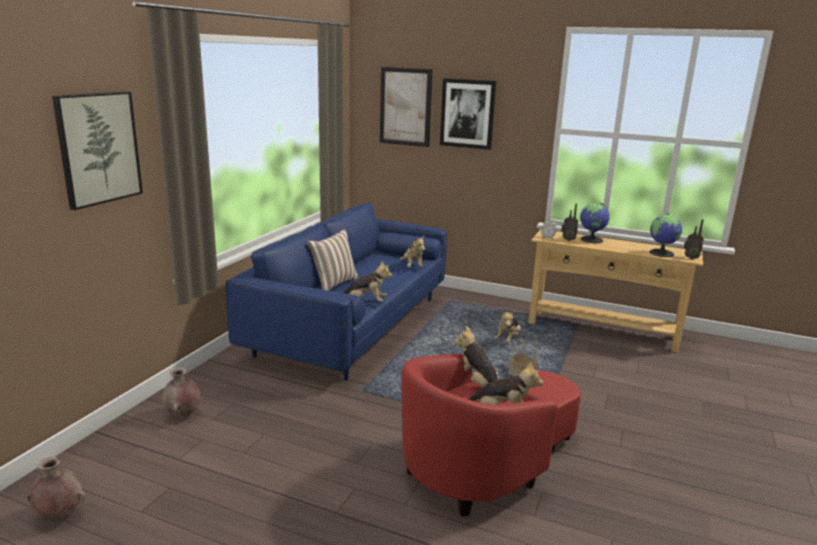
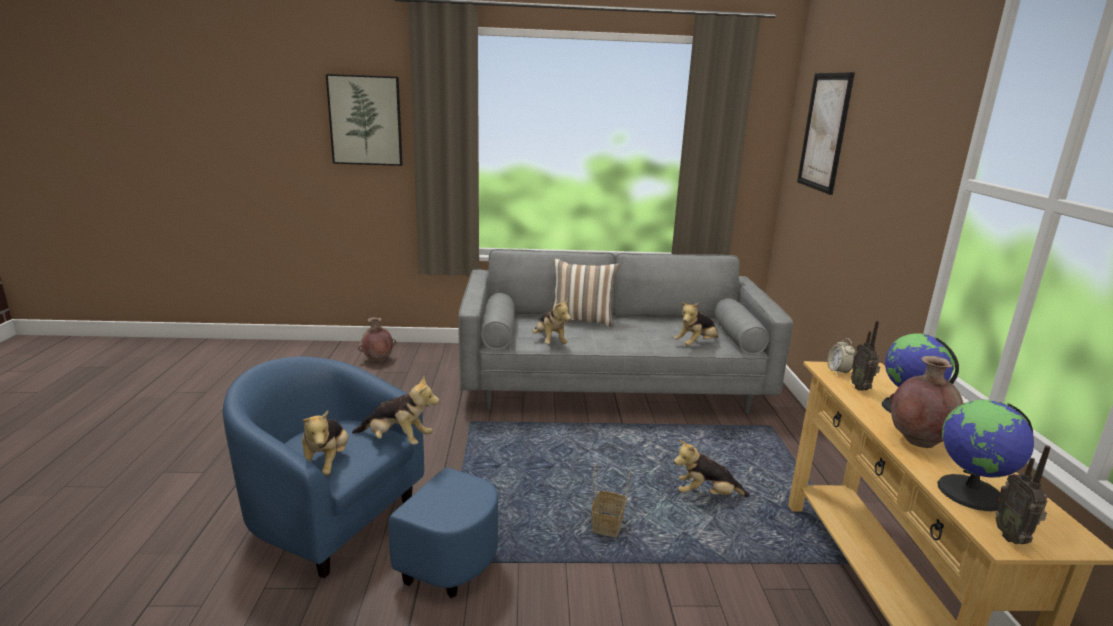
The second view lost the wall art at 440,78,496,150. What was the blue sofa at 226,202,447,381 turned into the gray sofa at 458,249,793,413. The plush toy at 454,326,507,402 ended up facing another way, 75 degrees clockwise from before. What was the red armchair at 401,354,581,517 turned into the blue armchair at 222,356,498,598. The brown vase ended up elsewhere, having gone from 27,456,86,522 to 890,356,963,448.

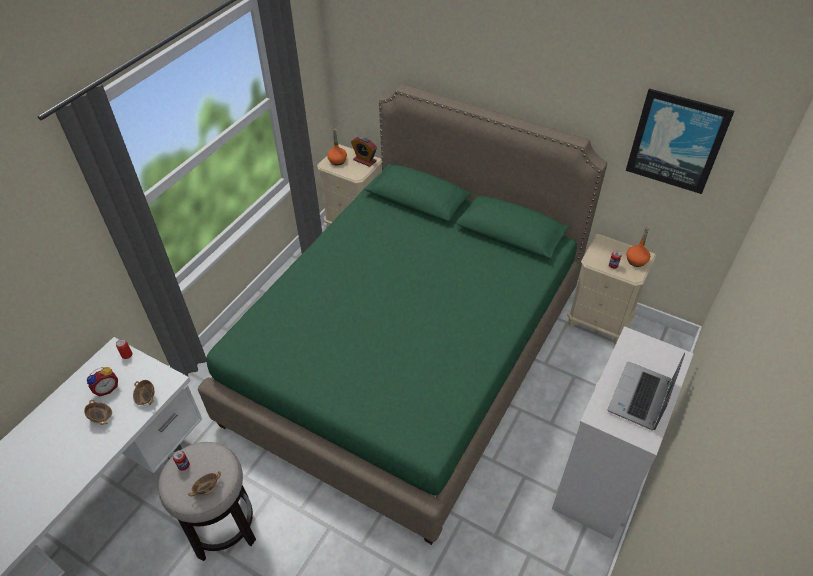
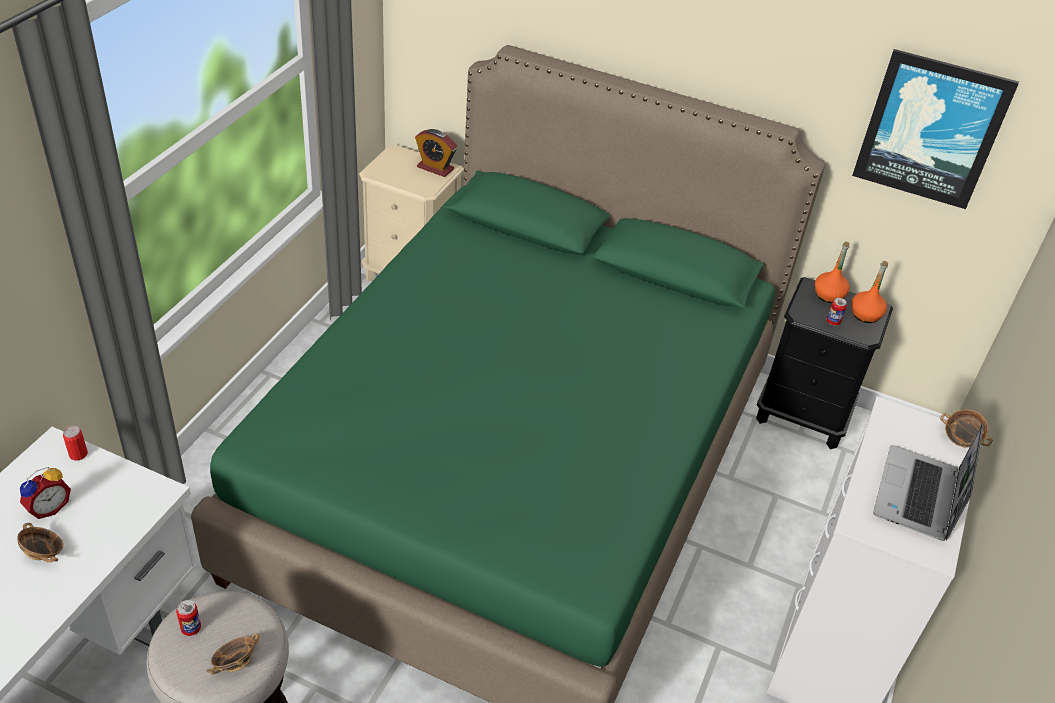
The orange-coloured drink bottle ended up elsewhere, having gone from 327,128,347,165 to 815,242,850,303. What was the beige-coloured bedside table at 567,234,656,345 turned into the black bedside table at 756,277,893,449. The bowl ended up elsewhere, having gone from 133,380,154,405 to 940,409,993,448.

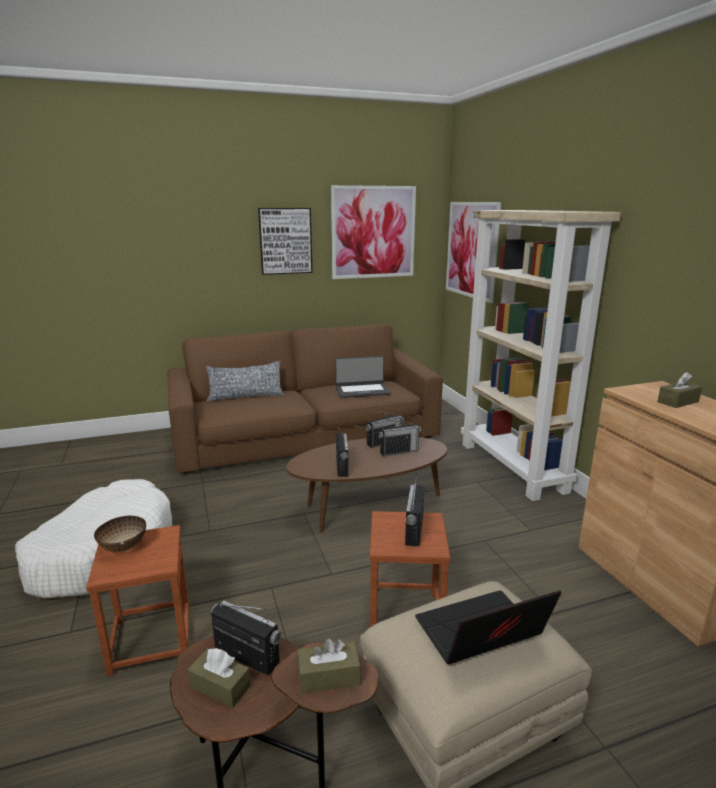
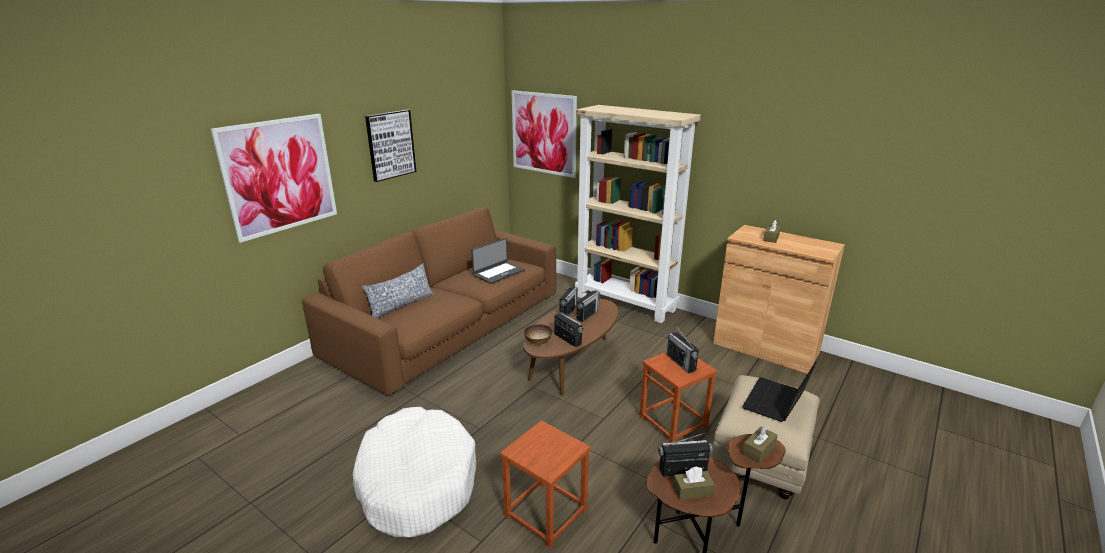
The wall art ended up elsewhere, having gone from 331,185,416,279 to 210,114,337,243. The bowl ended up elsewhere, having gone from 94,516,146,552 to 524,324,552,345.

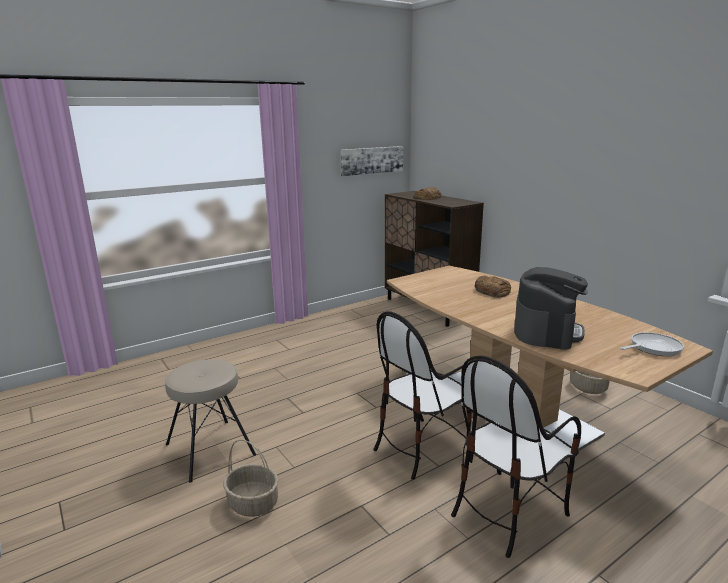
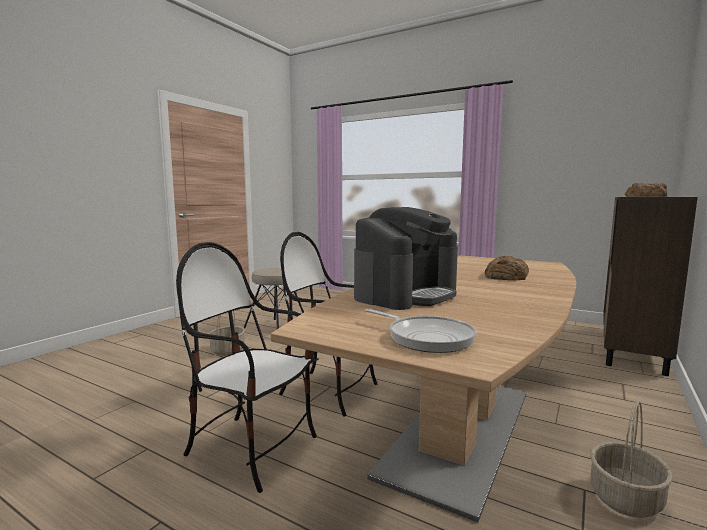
The second view lost the wall art at 340,146,403,176. The coffee machine at 514,267,588,350 ended up facing another way, 45 degrees counterclockwise from before.

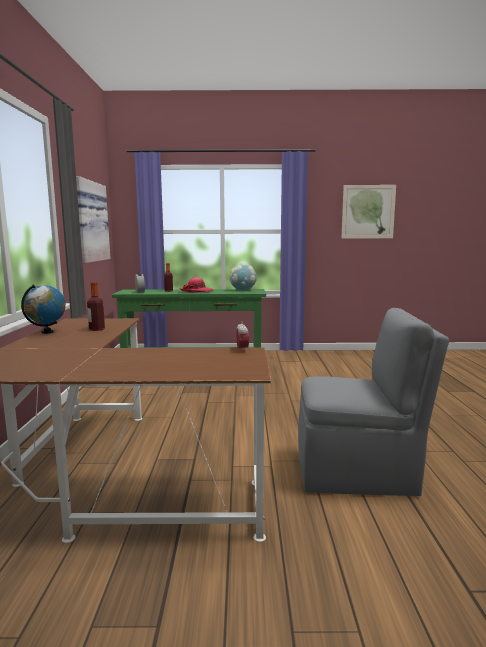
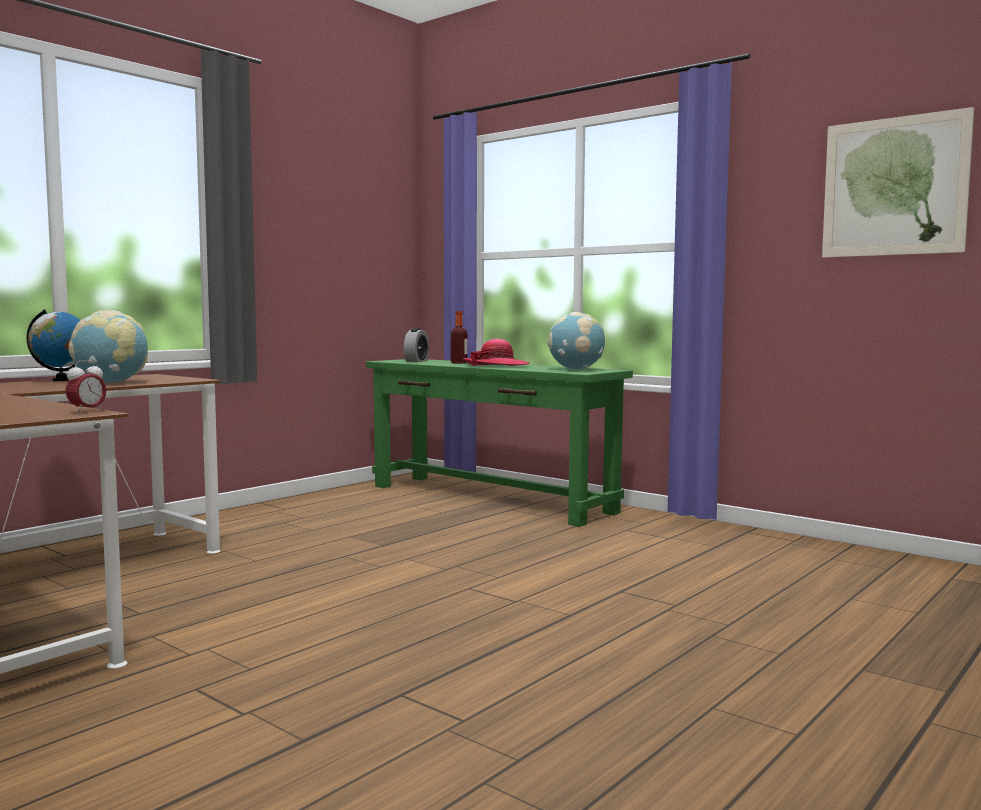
The second view lost the wall art at 76,176,110,263. Where the drink bottle stood at 87,282,105,331, the globe came to stand at 68,310,148,383. The second view lost the gray chair at 298,308,449,496.

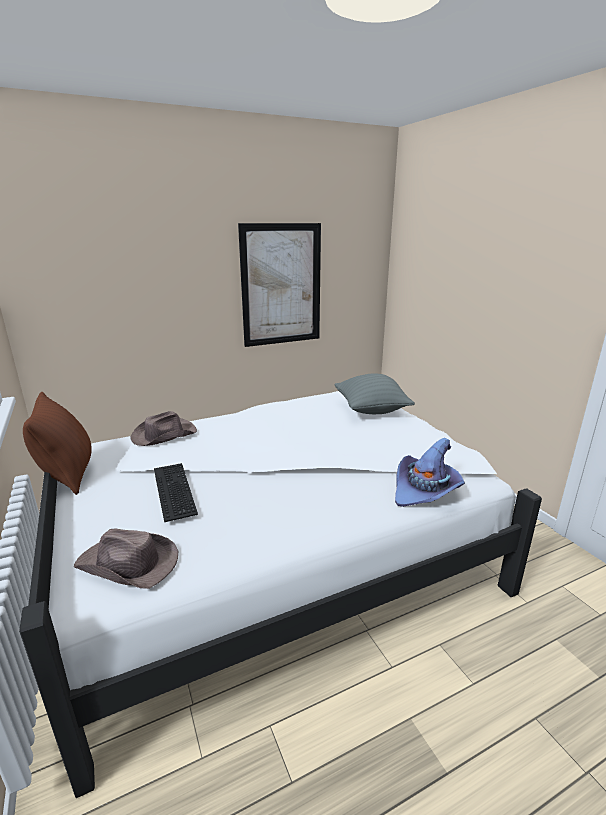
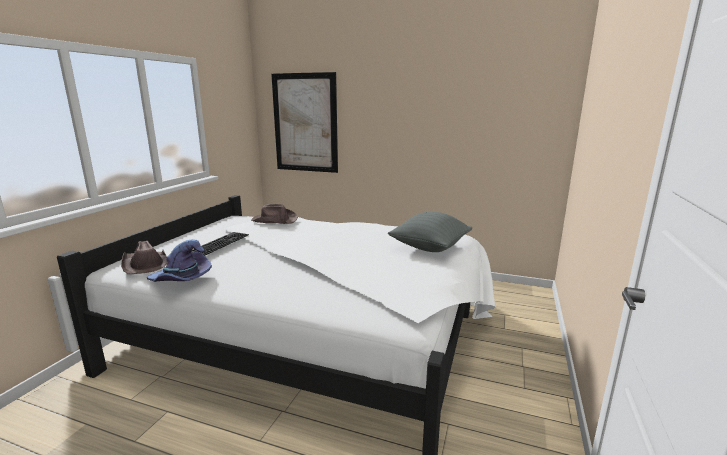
The wall art ended up elsewhere, having gone from 238,223,321,347 to 271,72,338,173. The second view lost the brown throw pillow at 23,392,92,495. The purple-coloured clothing hat ended up elsewhere, having gone from 395,438,465,507 to 147,239,212,282.

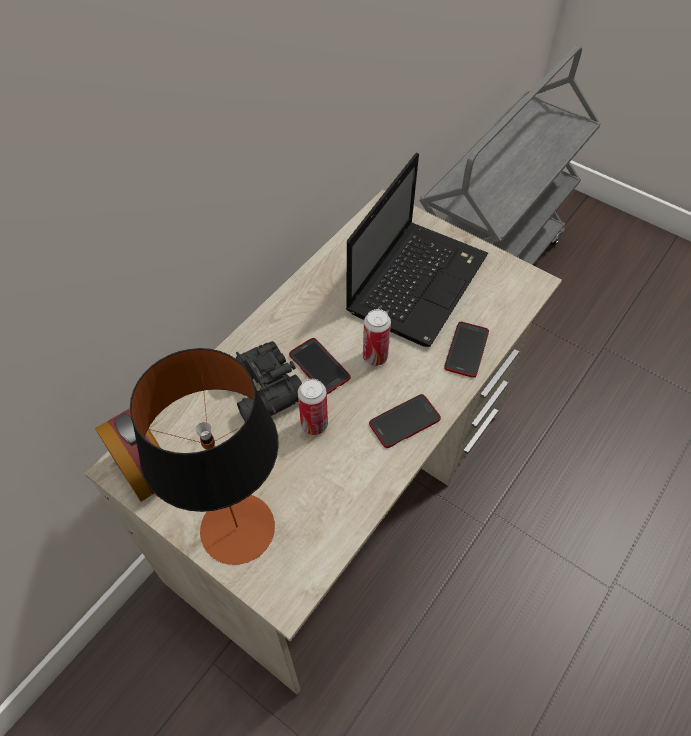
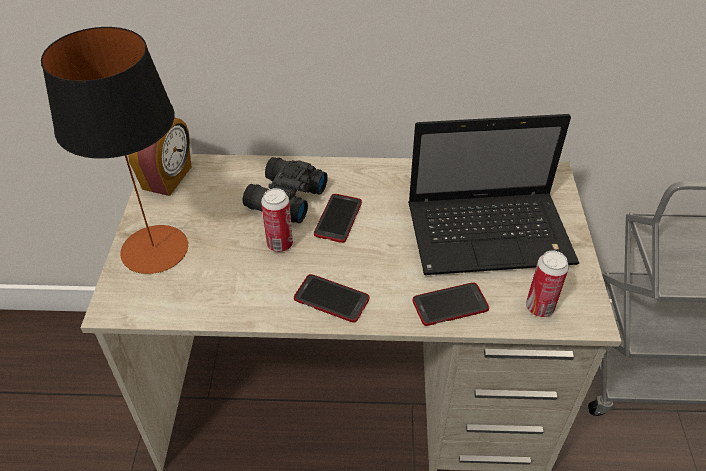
The metal can ended up elsewhere, having gone from 363,309,391,366 to 526,251,569,317.

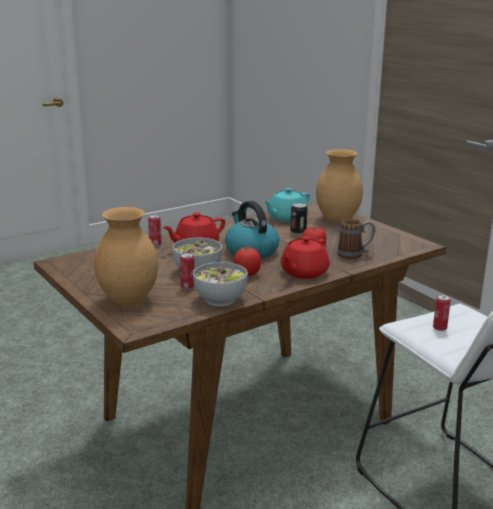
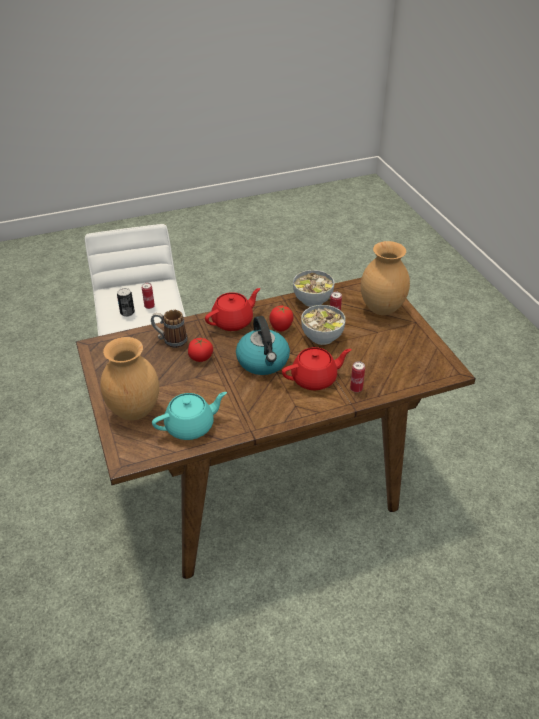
The metal can ended up elsewhere, having gone from 290,203,307,235 to 117,288,135,317.

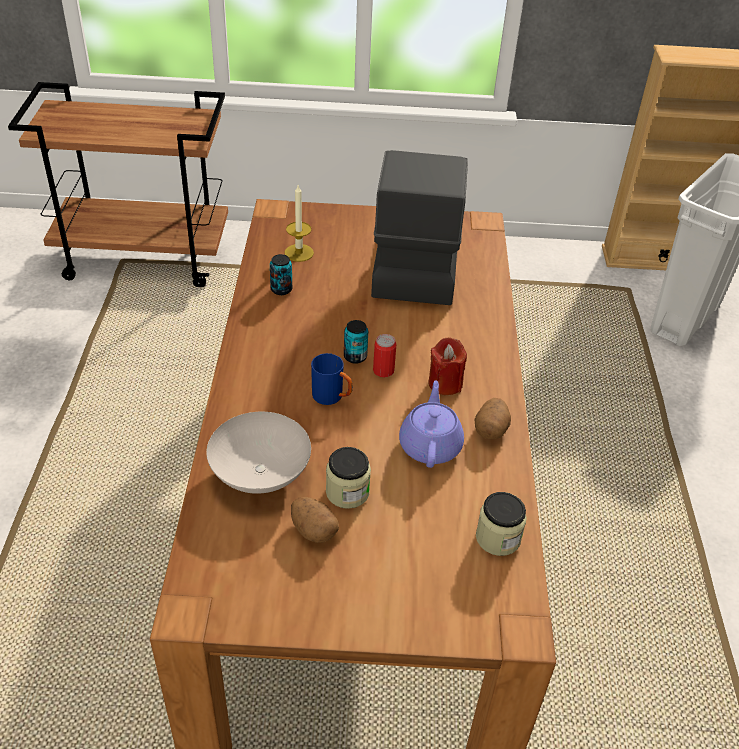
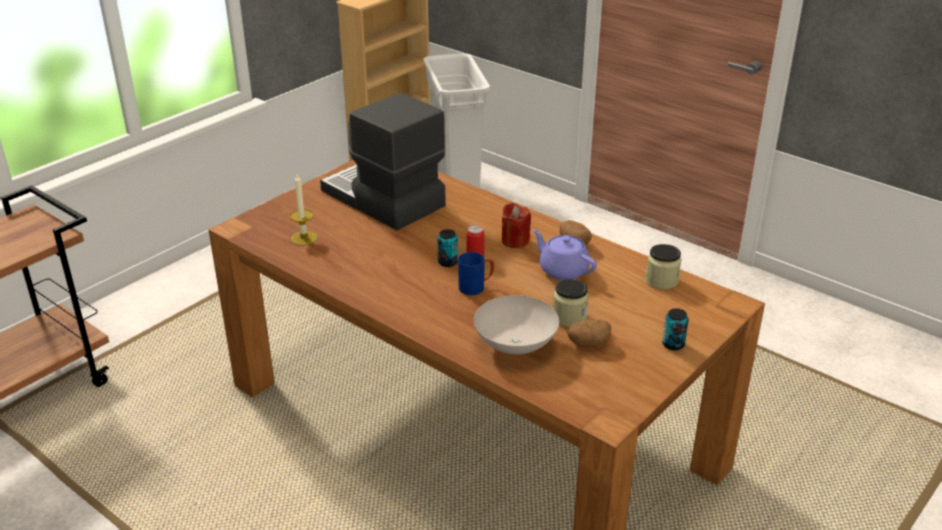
The metal can ended up elsewhere, having gone from 270,254,292,295 to 662,308,689,350.

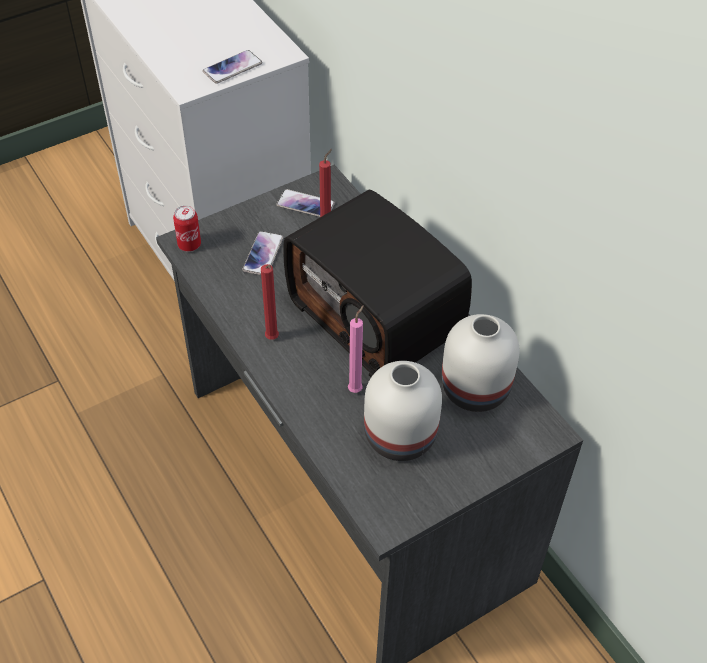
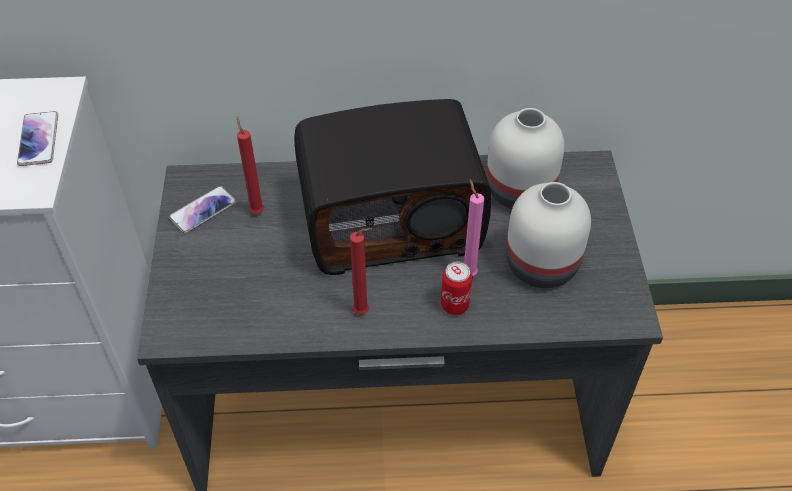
The metal can ended up elsewhere, having gone from 173,206,201,252 to 441,262,472,315. The second view lost the handset at 242,231,283,275.

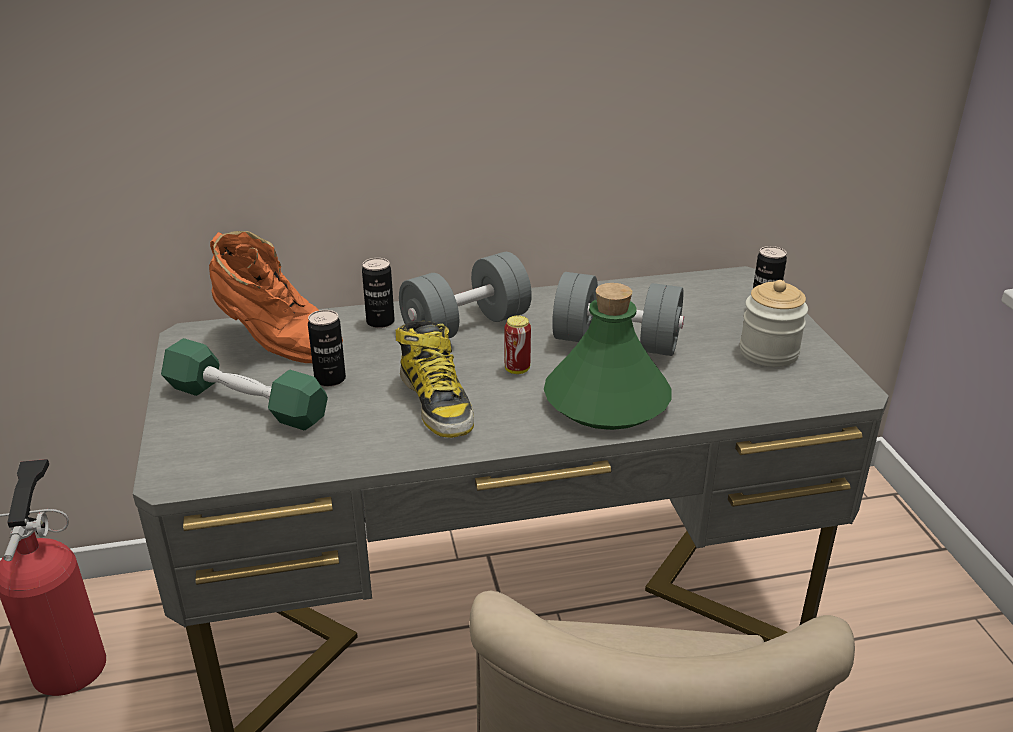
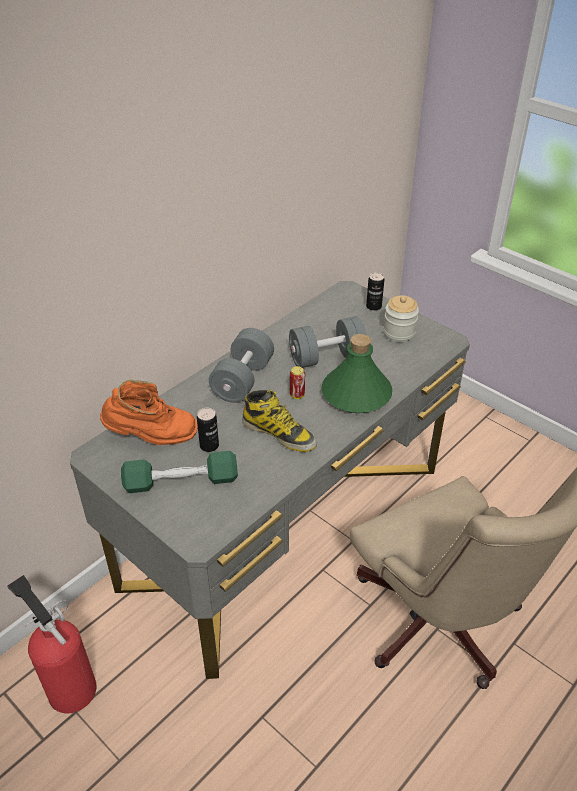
The second view lost the metal can at 362,258,395,328.

